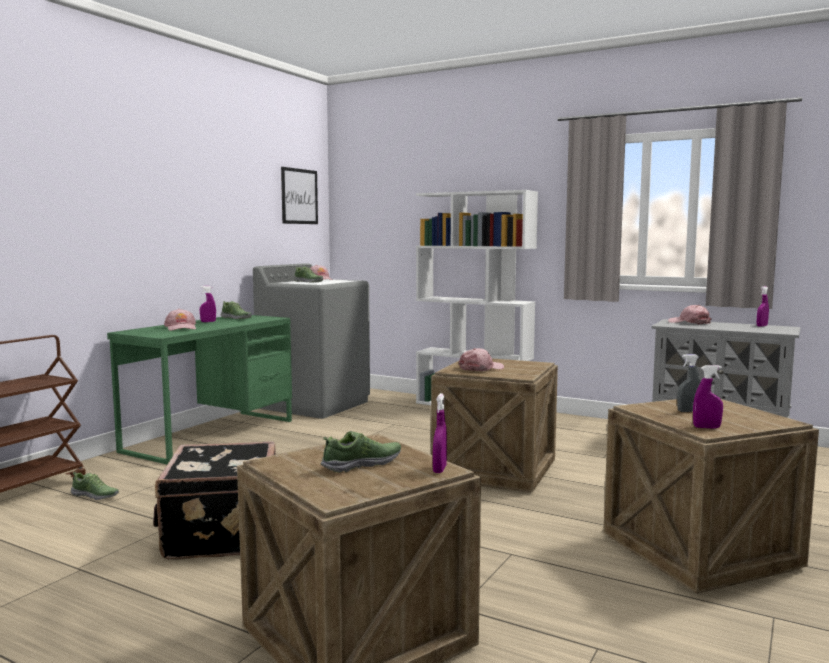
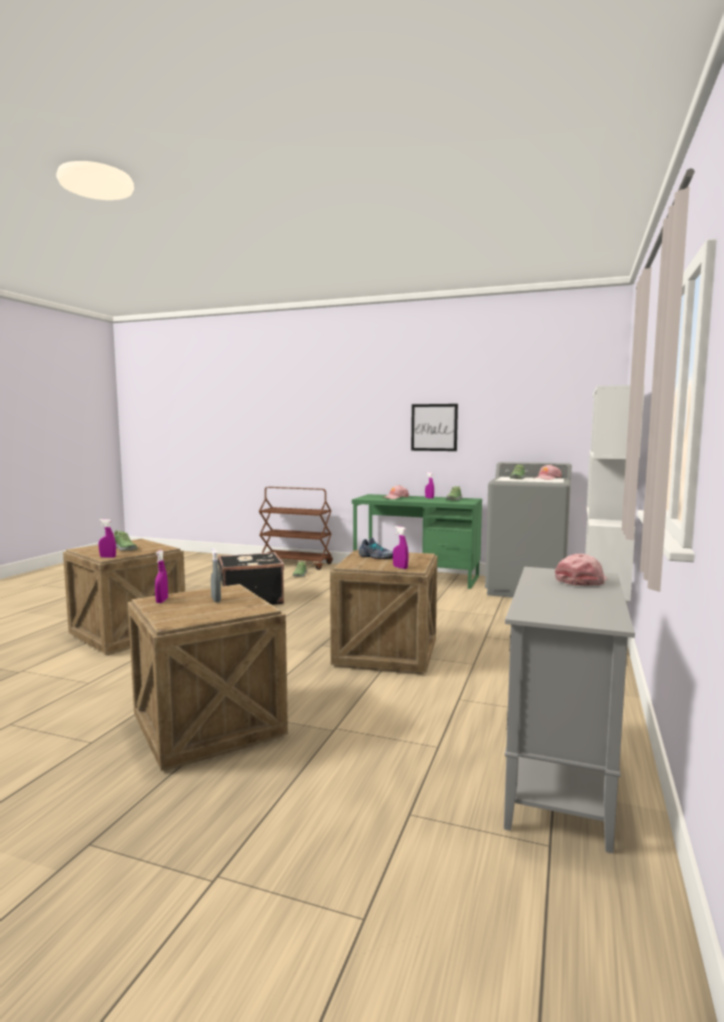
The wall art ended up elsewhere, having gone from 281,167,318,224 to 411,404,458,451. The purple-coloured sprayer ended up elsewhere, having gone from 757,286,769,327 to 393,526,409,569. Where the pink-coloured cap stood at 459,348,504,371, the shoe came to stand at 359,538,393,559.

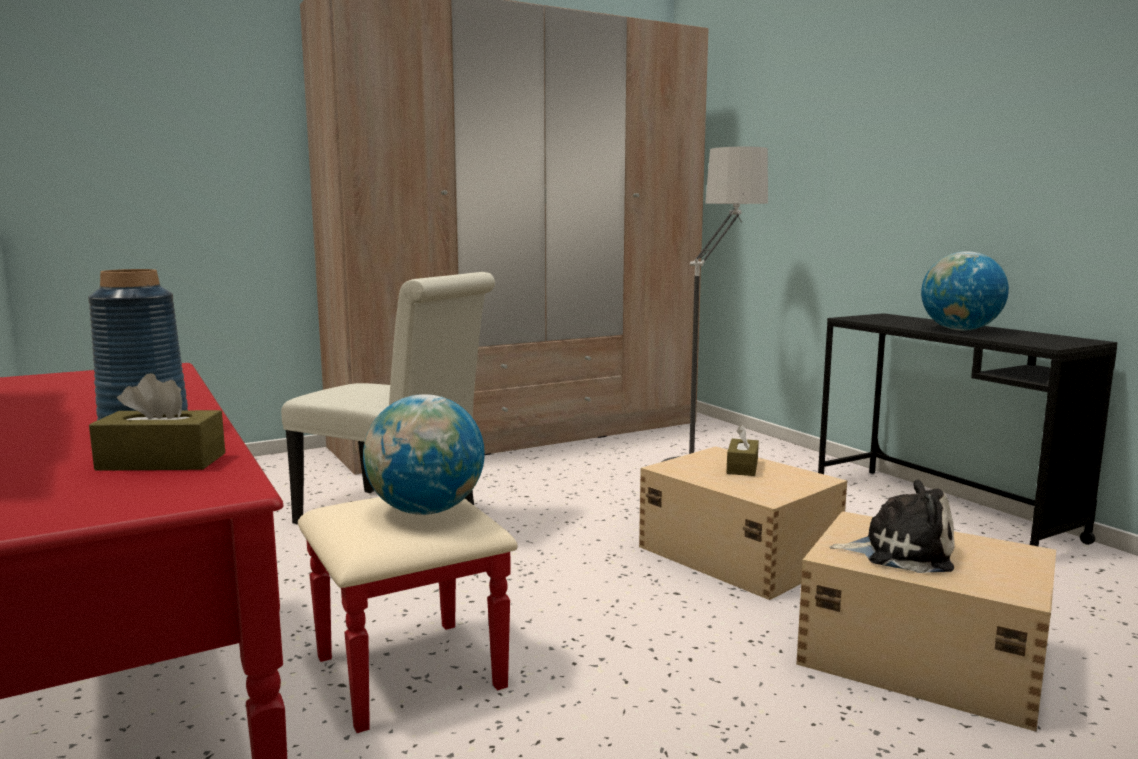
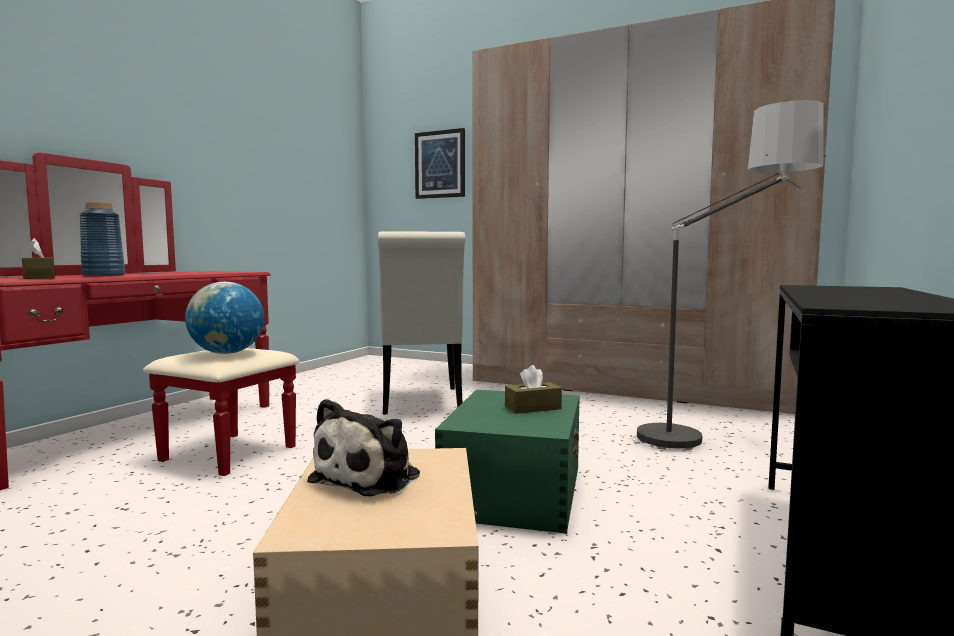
The second view lost the globe at 921,251,1009,331. What was the beige-coloured storage bin at 639,446,847,600 turned into the green storage bin at 435,390,580,534. The plush toy at 830,480,955,573 ended up facing another way, 45 degrees clockwise from before. The second view gained the wall art at 415,128,465,199.

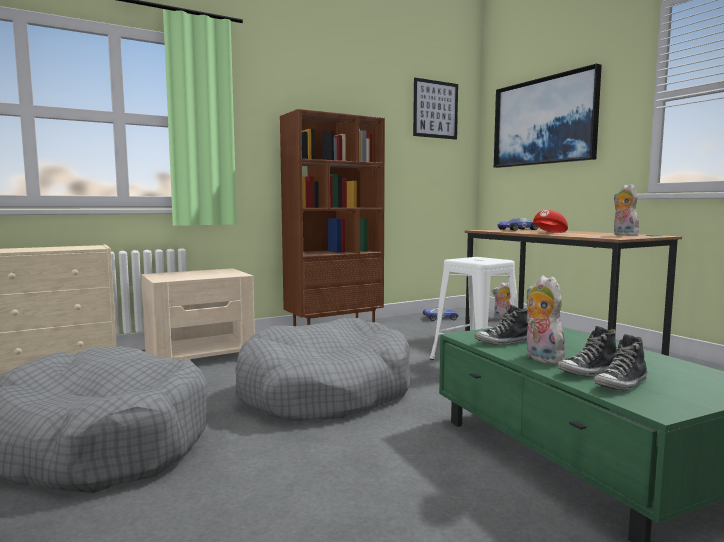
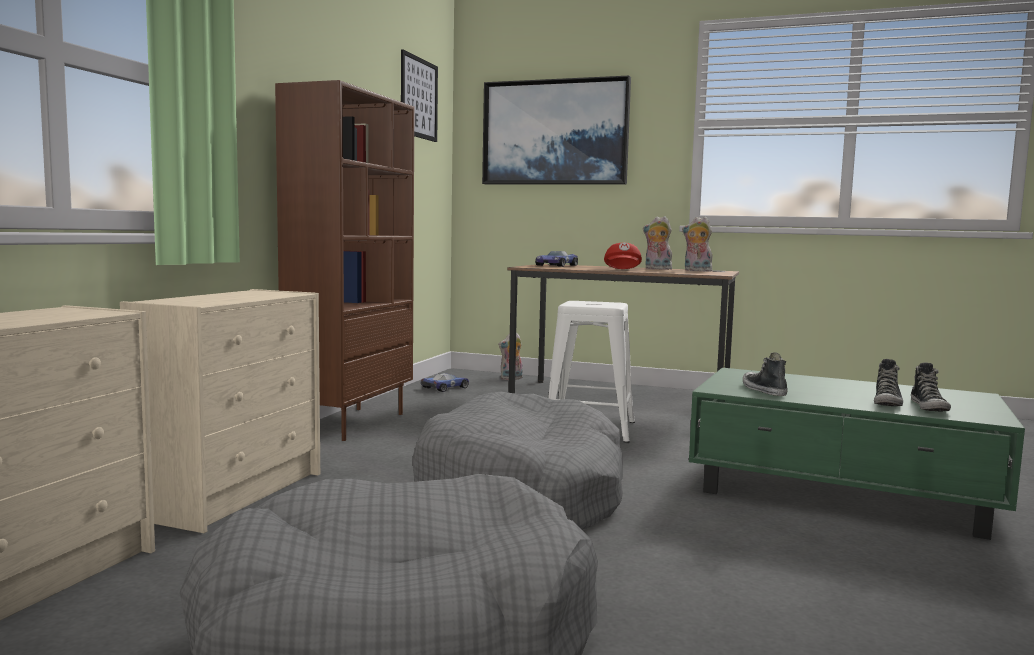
Where the beige-coloured bedside table stood at 141,268,255,360, the beige-coloured chest of drawers came to stand at 120,289,320,533. The plush toy ended up elsewhere, having gone from 526,276,565,364 to 643,216,672,270. The shoe at 474,305,528,345 ended up facing another way, 135 degrees clockwise from before.

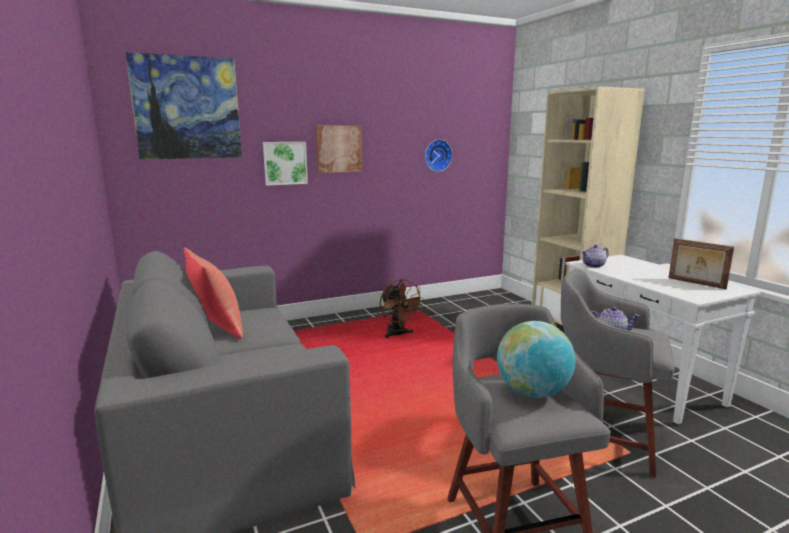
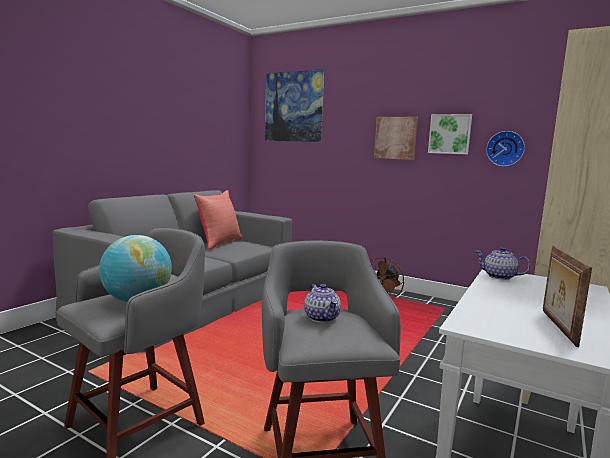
The wall art ended up elsewhere, having gone from 263,142,308,186 to 428,114,472,154.

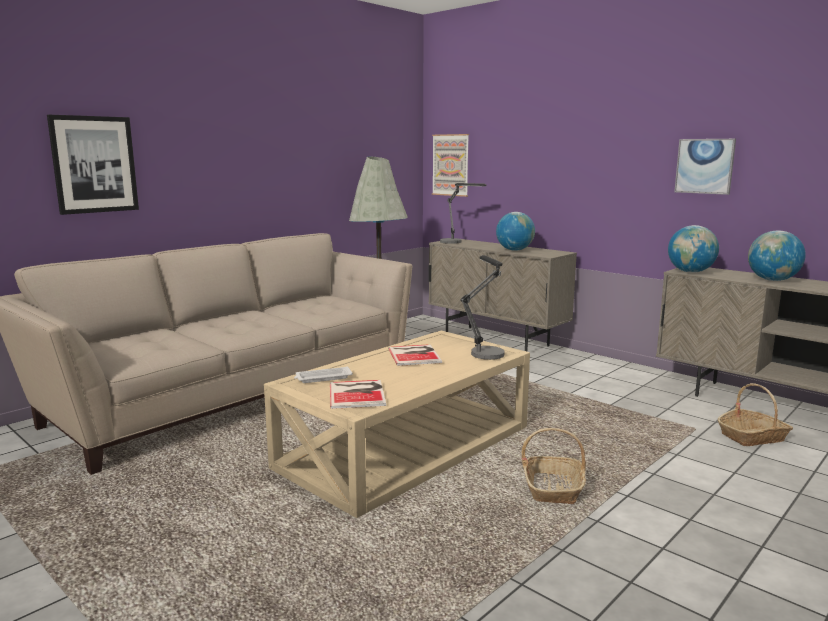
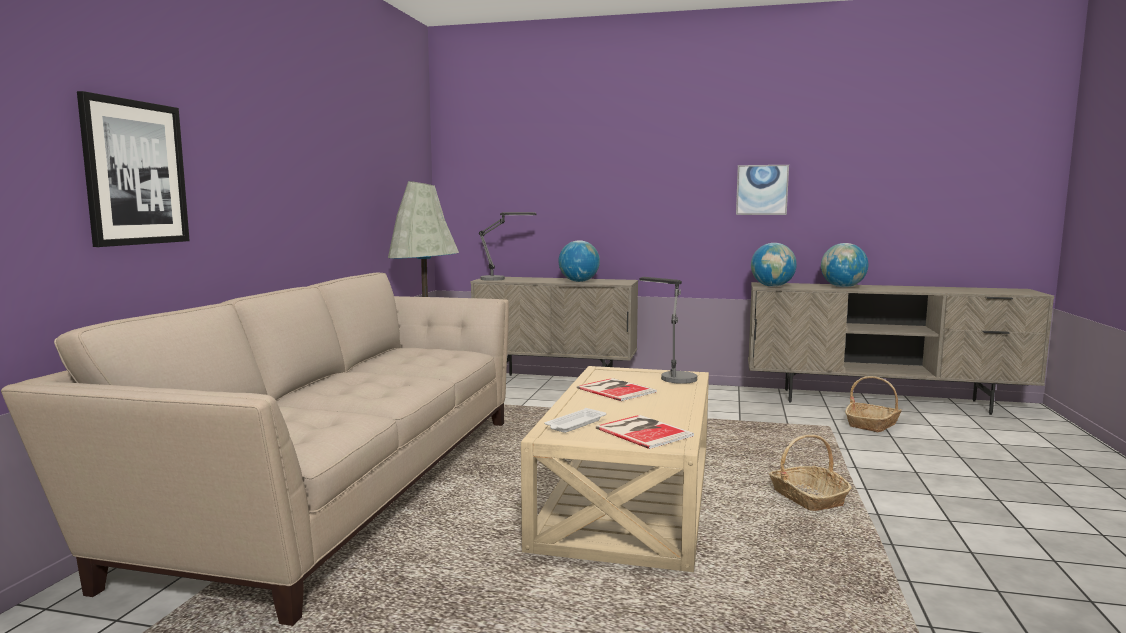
The second view lost the wall art at 432,134,469,197.

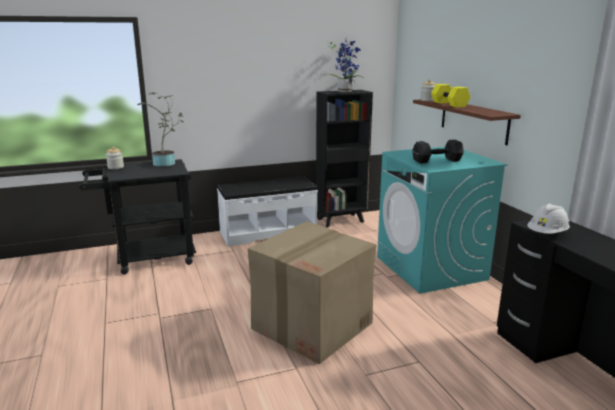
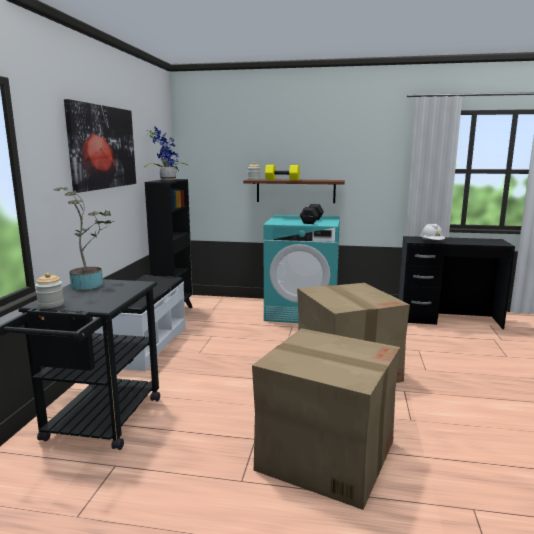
The second view gained the wall art at 64,99,136,193. The second view gained the cardboard box at 252,328,400,510.

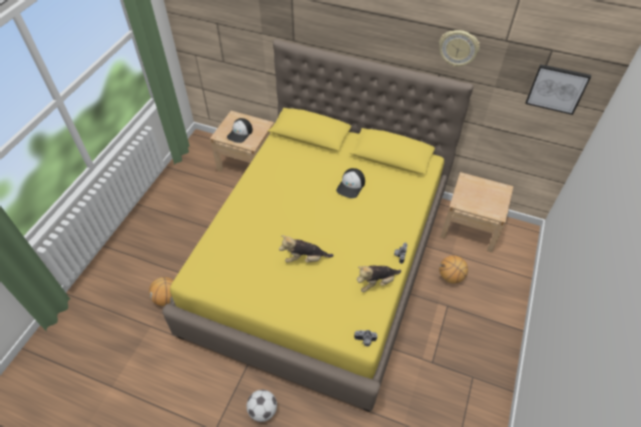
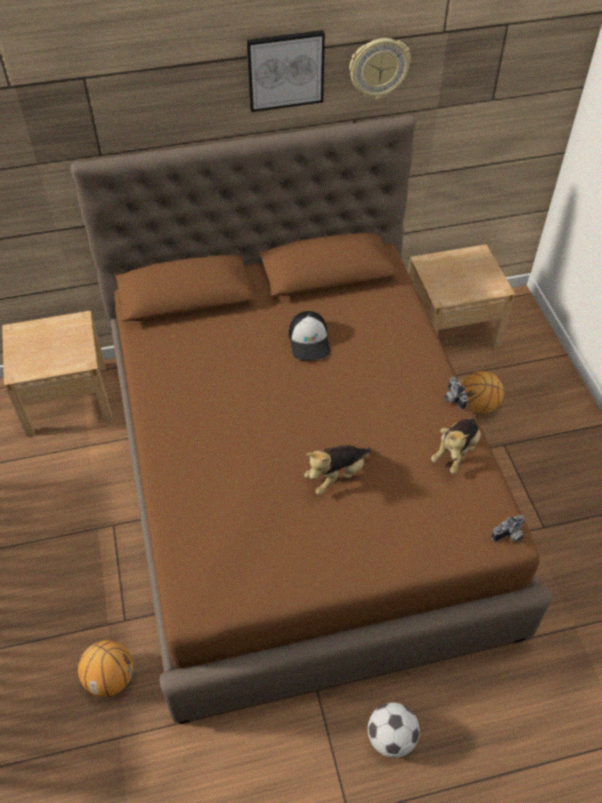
What was the yellow-coloured sleeping bed at 162,39,473,412 turned into the brown sleeping bed at 70,115,552,724. The wall art ended up elsewhere, having gone from 525,64,591,115 to 246,30,325,112. The second view lost the cap at 227,118,253,143.

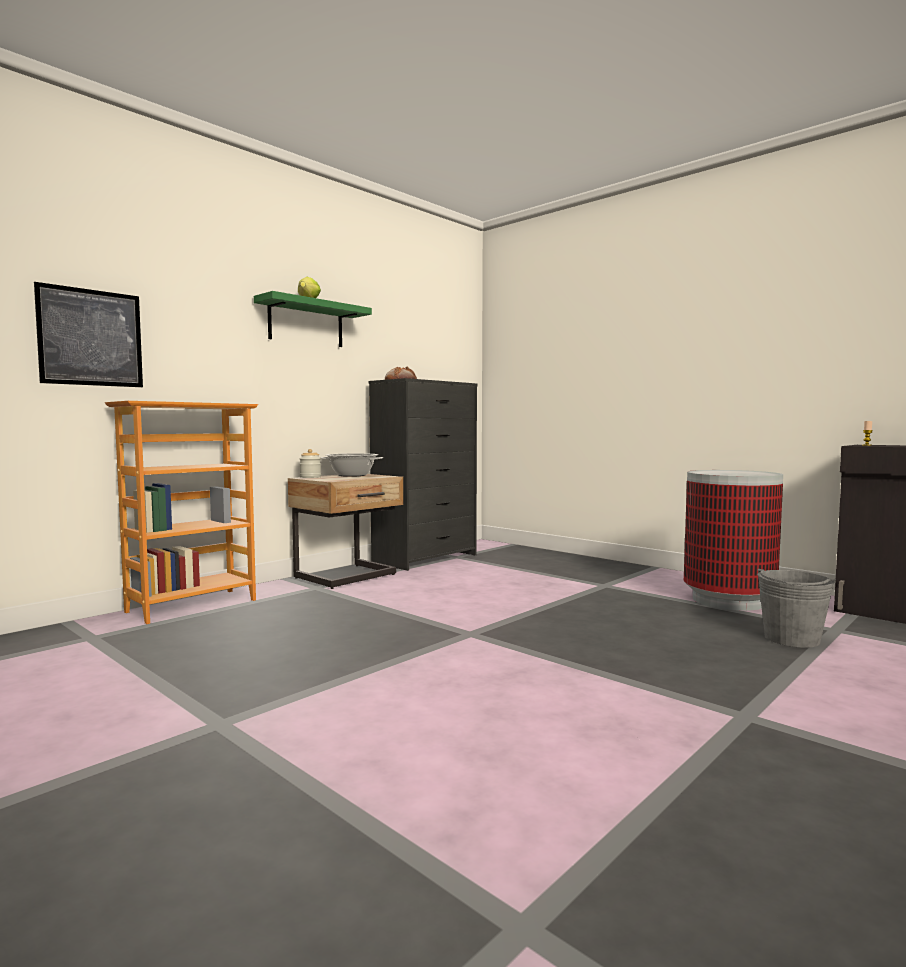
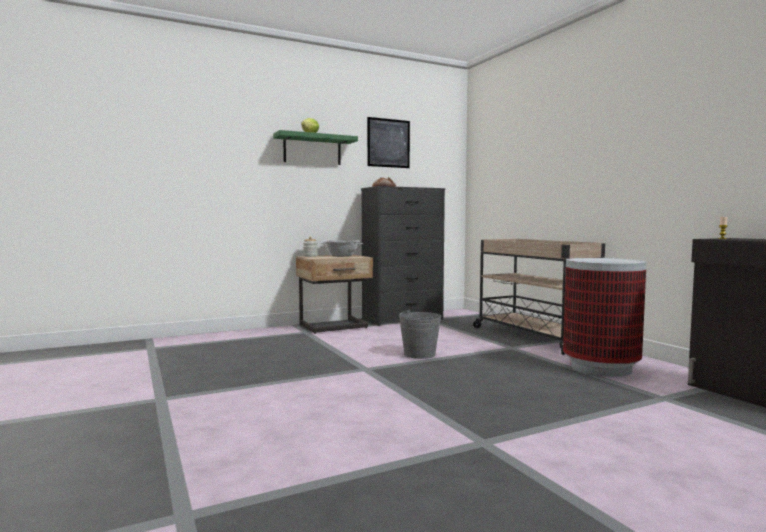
The wall art ended up elsewhere, having gone from 34,282,143,387 to 367,117,410,168. The second view lost the bookshelf at 105,401,258,624. The gray water bucket ended up elsewhere, having gone from 757,568,836,648 to 399,310,441,359. The second view gained the beige-coloured cart at 473,239,605,355.

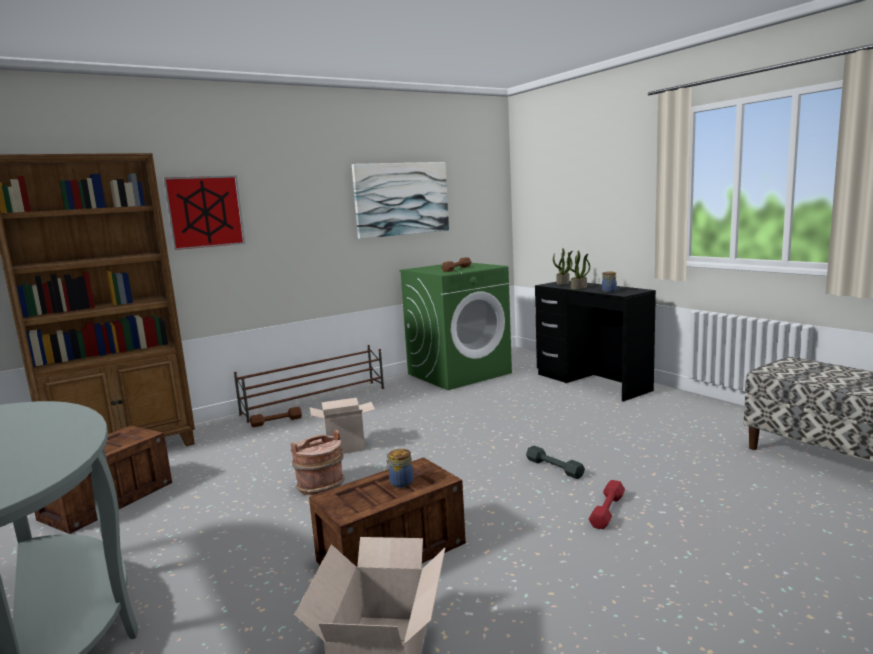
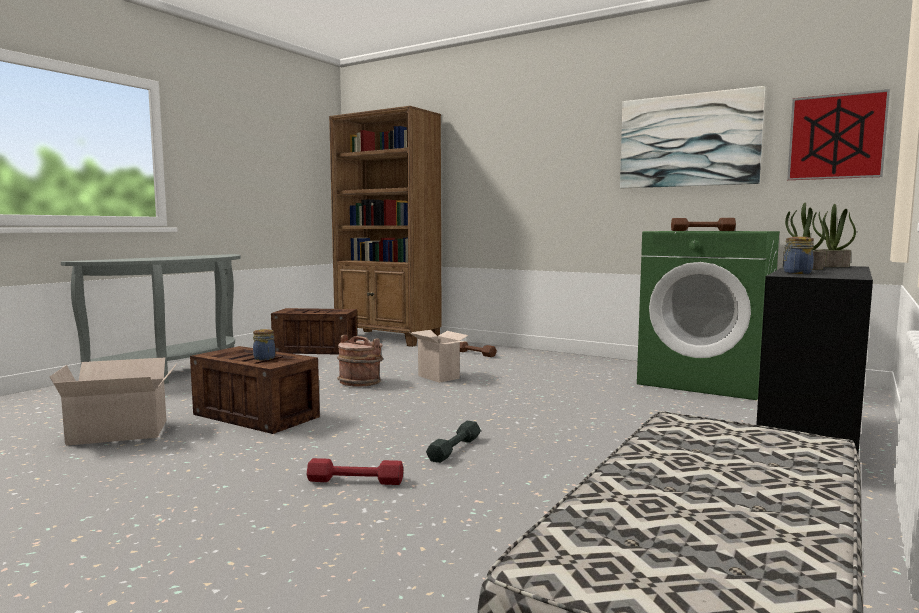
The wall art ended up elsewhere, having gone from 163,176,245,250 to 787,89,890,180. The second view lost the brown shoe stand at 234,345,384,423.

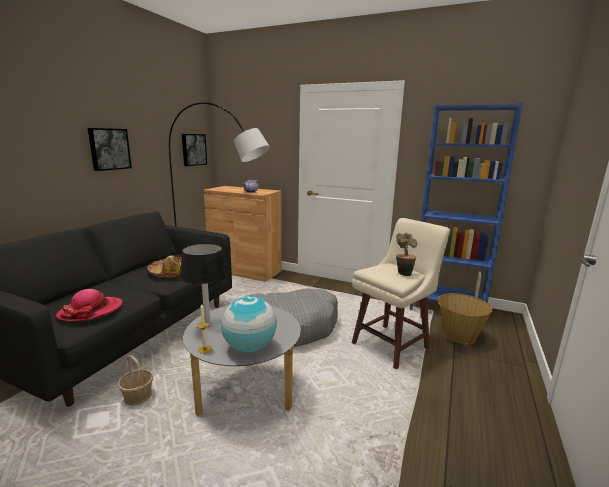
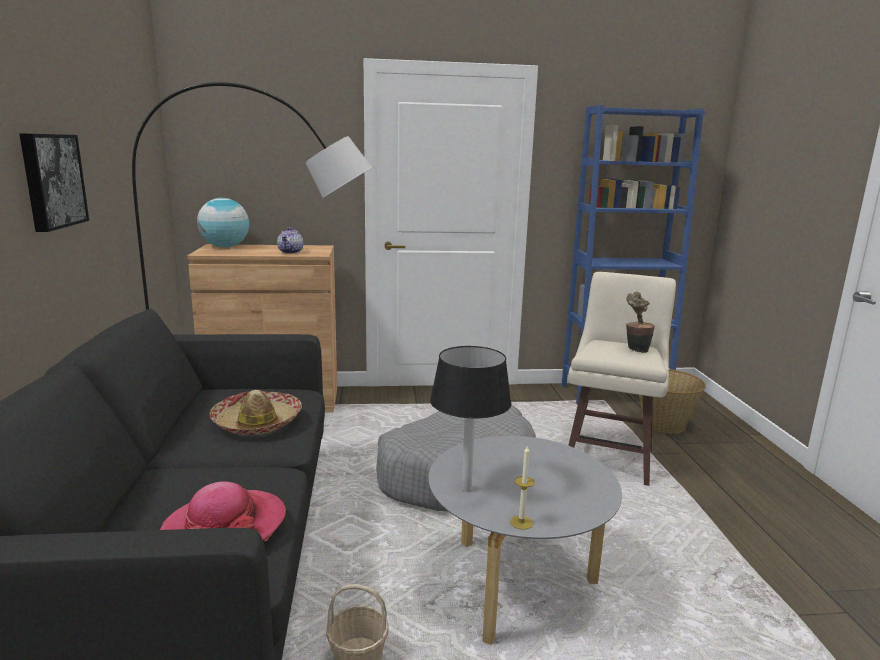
The second view lost the wall art at 182,134,207,166. The globe ended up elsewhere, having gone from 221,296,277,352 to 197,198,249,248.

